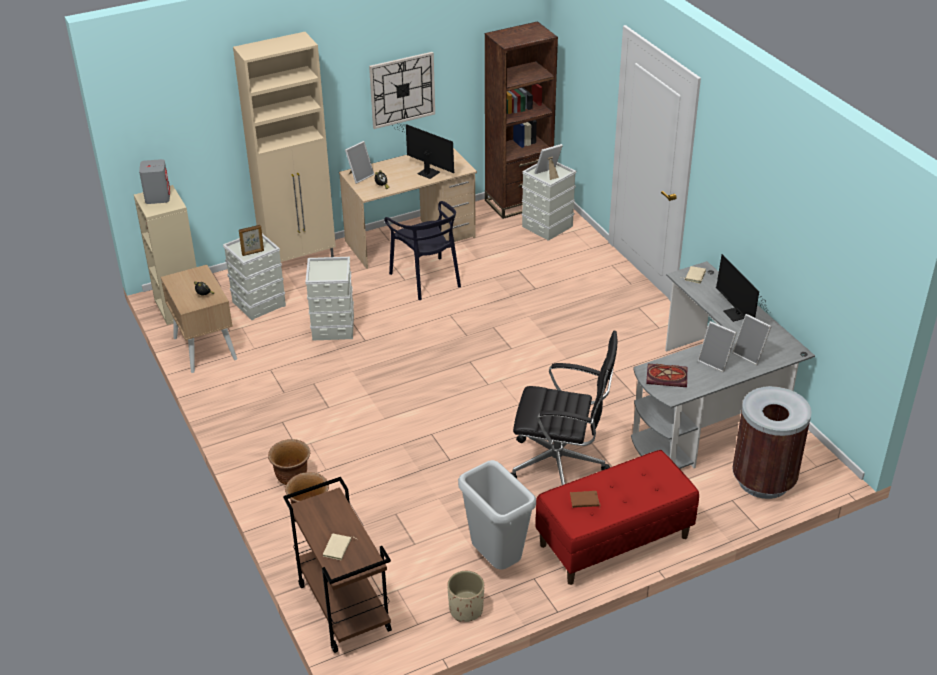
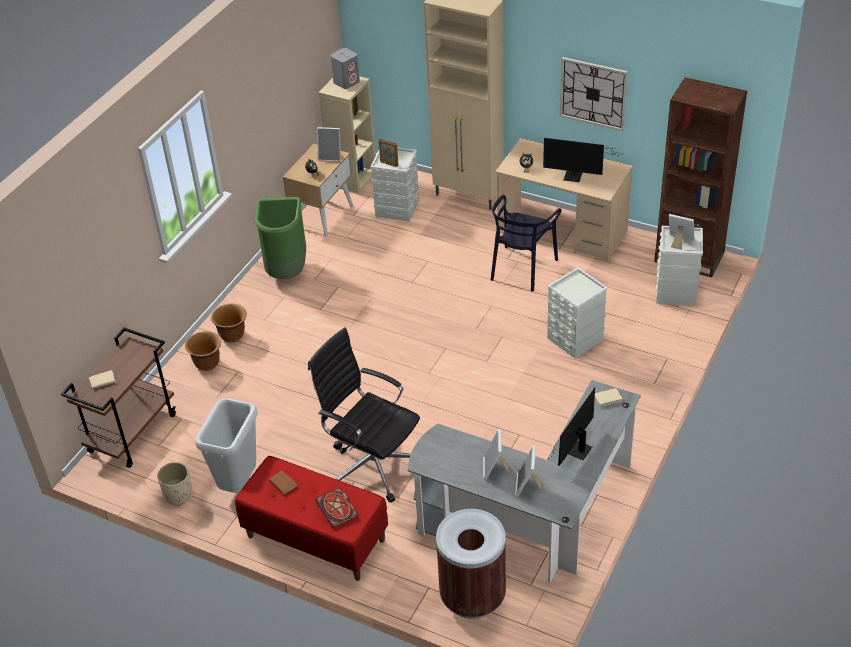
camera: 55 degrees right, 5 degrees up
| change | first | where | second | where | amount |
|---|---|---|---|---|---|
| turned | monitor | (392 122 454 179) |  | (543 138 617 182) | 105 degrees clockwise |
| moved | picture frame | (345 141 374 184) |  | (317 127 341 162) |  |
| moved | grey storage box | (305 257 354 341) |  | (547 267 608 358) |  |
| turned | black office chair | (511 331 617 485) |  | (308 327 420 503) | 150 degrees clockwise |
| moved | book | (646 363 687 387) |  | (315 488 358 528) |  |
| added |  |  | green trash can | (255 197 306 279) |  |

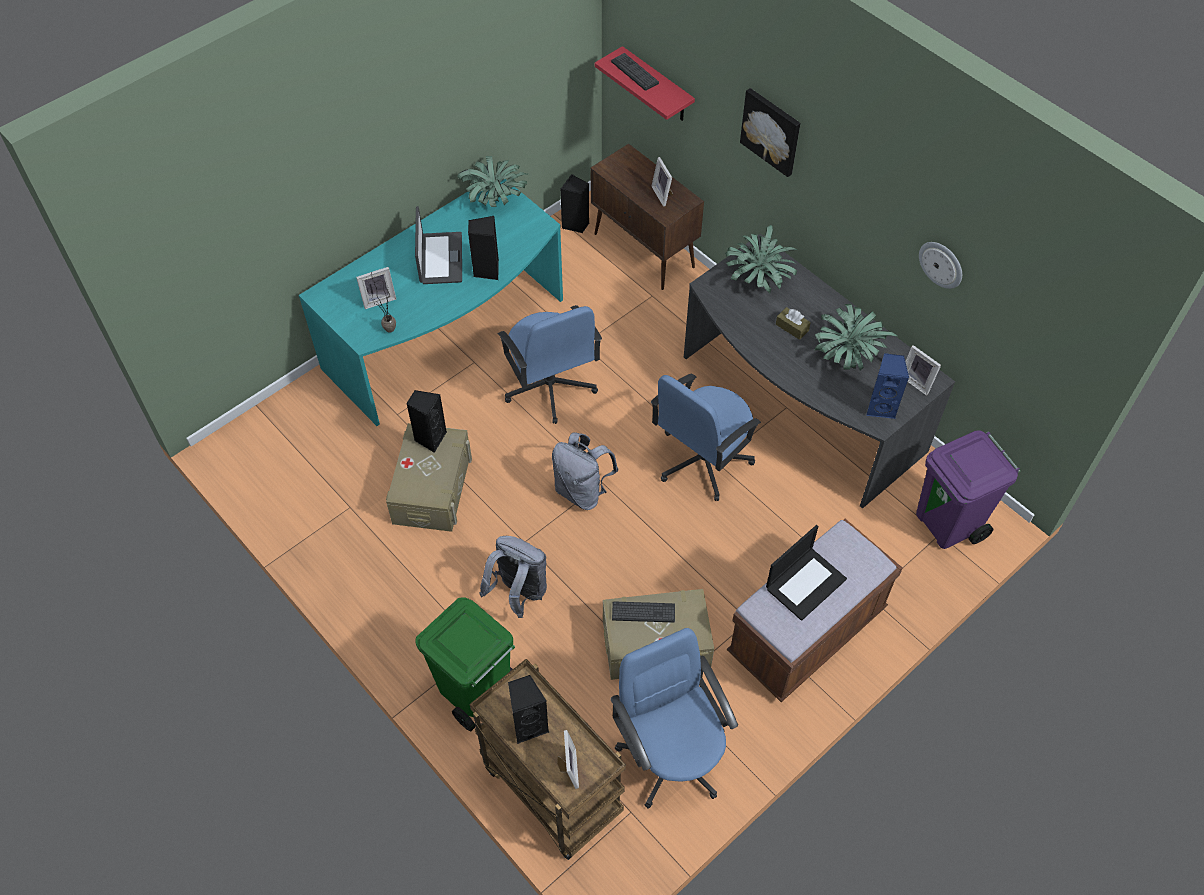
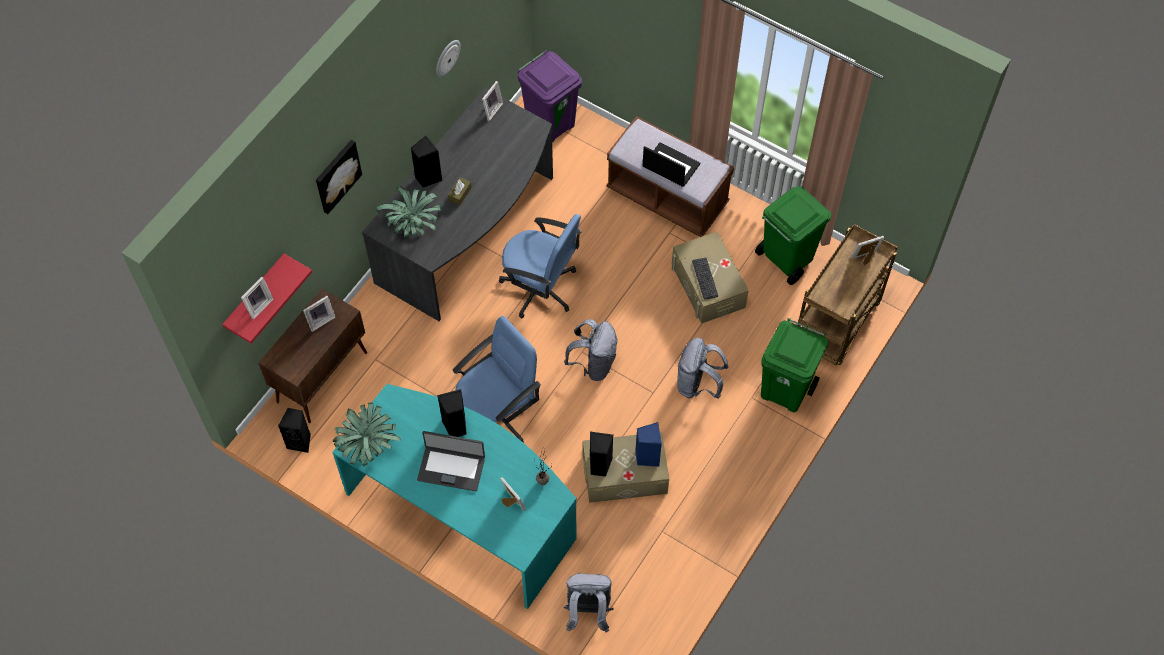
camera: 105 degrees left, 5 degrees up
| change | first | where | second | where | amount |
|---|---|---|---|---|---|
| replaced | keyboard | (611 53 659 91) | picture frame | (241 277 273 320) |  |
| turned | laptop | (415 206 462 284) |  | (417 431 485 491) | 150 degrees counterclockwise |
| removed | potted plant | (814 304 897 370) |  |  |  |
| moved | blue speaker | (866 353 909 419) |  | (635 422 662 467) |  |
| replaced | blue office chair | (610 628 738 809) | green trash can | (755 186 832 285) |  |
| moved | black speaker | (508 675 549 744) |  | (411 136 442 188) |  |
| added |  |  | grey backpack | (563 573 613 633) |  |

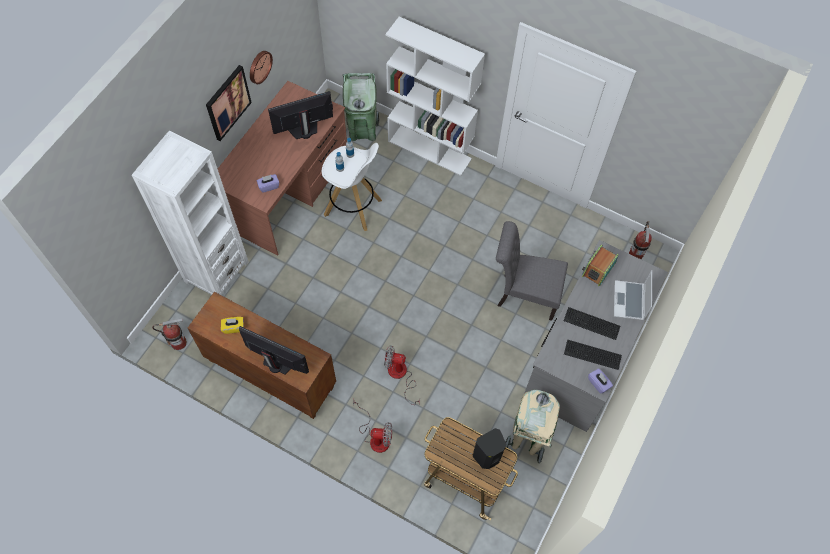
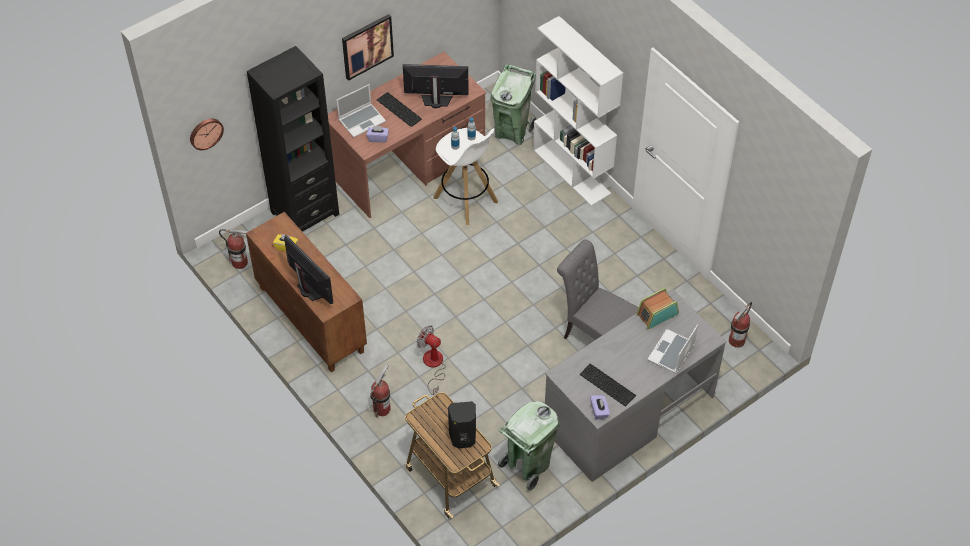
camera: 25 degrees right, 10 degrees down
| change | first | where | second | where | amount |
|---|---|---|---|---|---|
| moved | wall clock | (250 51 273 84) |  | (190 119 224 150) |  |
| recoloured | white bookcase | (132 130 249 295) | black bookcase | (247 46 339 232) |  |
| moved | keyboard | (564 307 620 340) |  | (377 92 422 127) |  |
| recoloured | beige trash can | (505 389 560 464) | green trash can | (498 401 560 491) |  |
| replaced | fan | (353 400 392 453) | fire extinguisher | (370 364 391 418) |  |
| added |  |  | laptop | (337 84 386 138) |  |

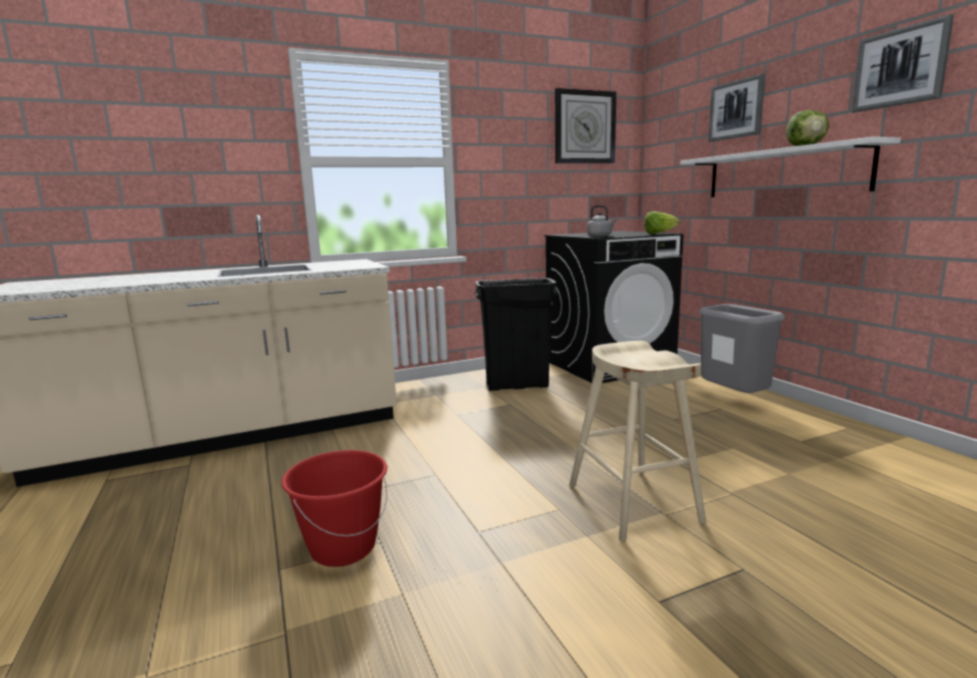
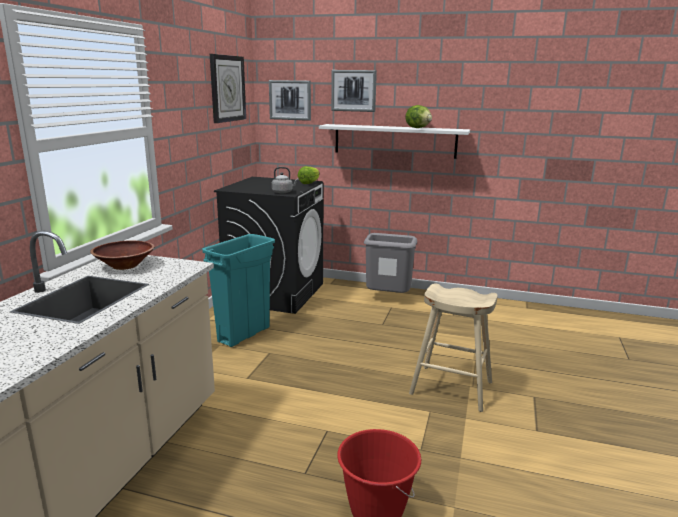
camera: 50 degrees left, 5 degrees up
| change | first | where | second | where | amount |
|---|---|---|---|---|---|
| moved | picture | (851 14 954 112) |  | (269 80 311 121) |  |
| recoloured | black trash can | (475 278 558 391) | turquoise trash can | (202 234 275 347) |  |
| added |  |  | brown bowl | (90 240 155 270) |  |

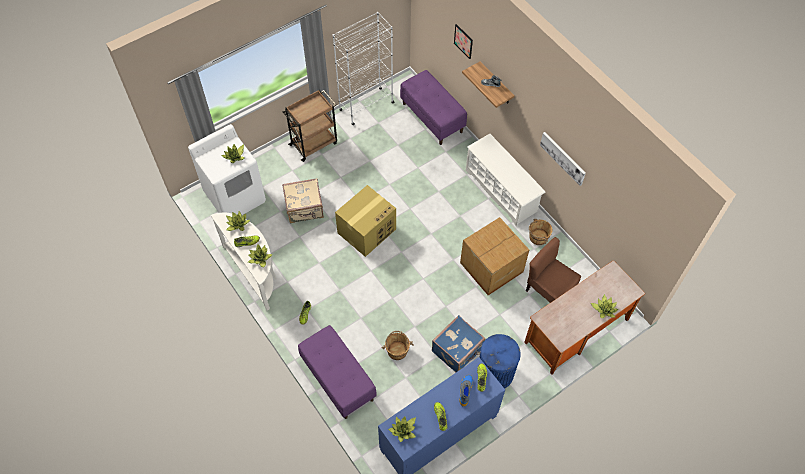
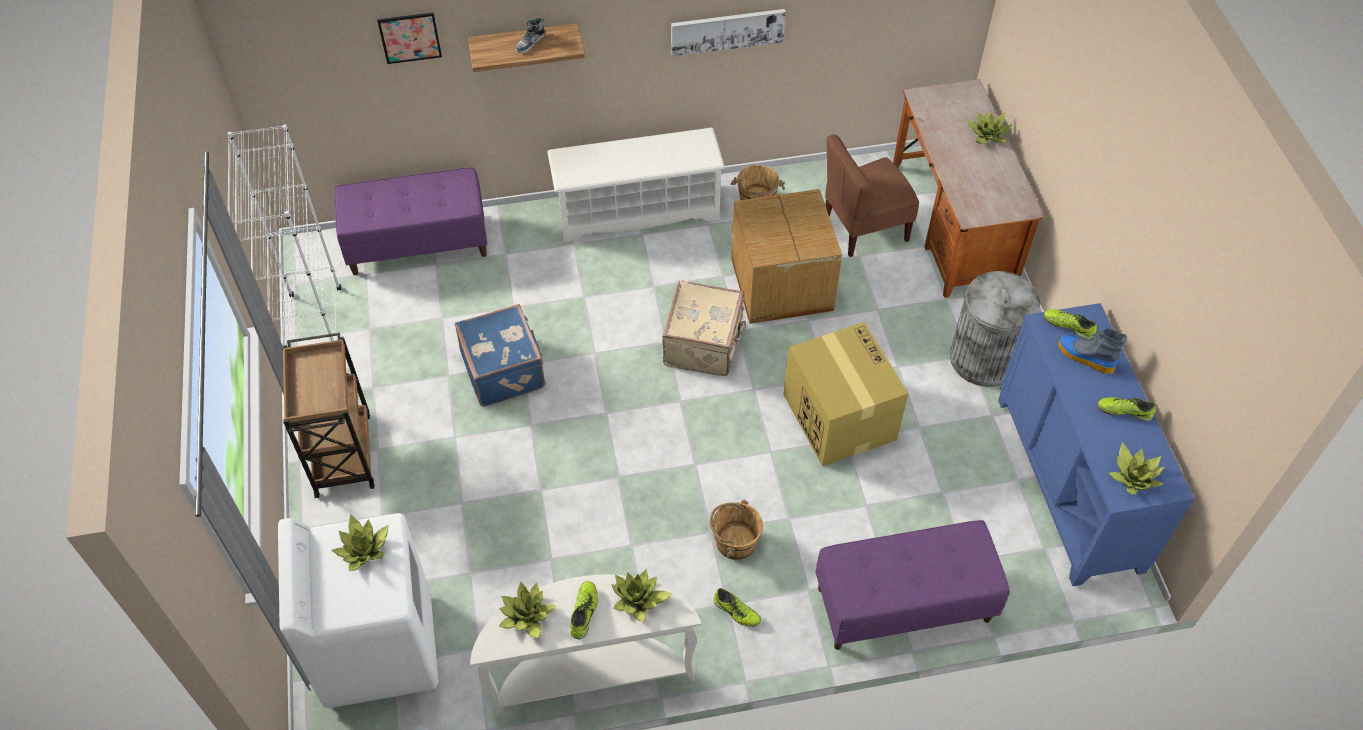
camera: 65 degrees left, 5 degrees down
| change | first | where | second | where | amount |
|---|---|---|---|---|---|
| moved | beige suitcase | (282 178 324 223) |  | (662 280 746 376) |  |
| moved | cardboard box | (335 185 396 257) |  | (783 322 908 466) |  |
| moved | blue suitcase | (432 315 485 372) |  | (455 304 545 407) |  |
| moved | brown bucket | (382 331 413 360) |  | (710 500 763 560) |  |
| recoloured | blue trash can | (479 334 521 389) | grey trash can | (950 271 1040 387) |  |

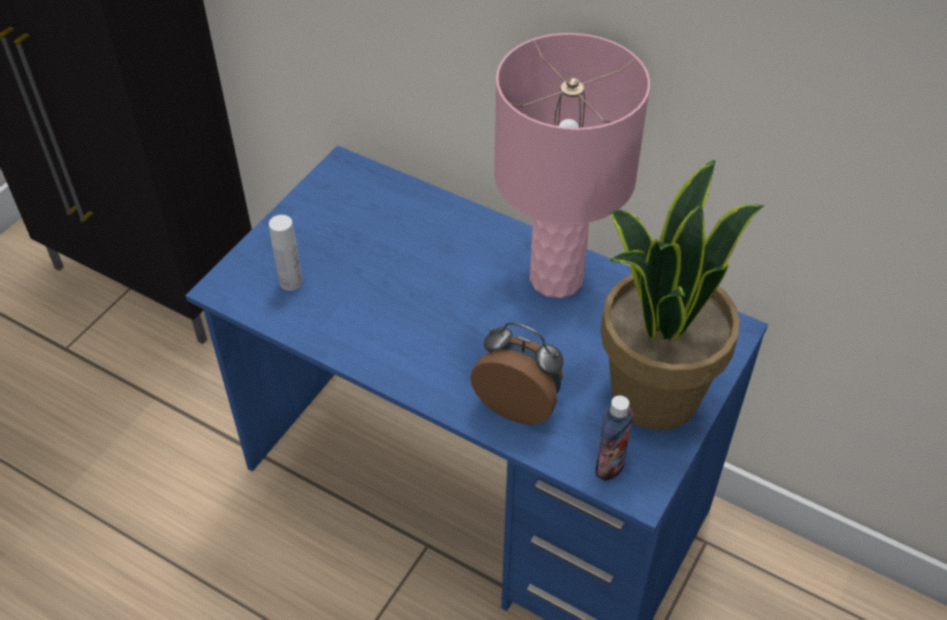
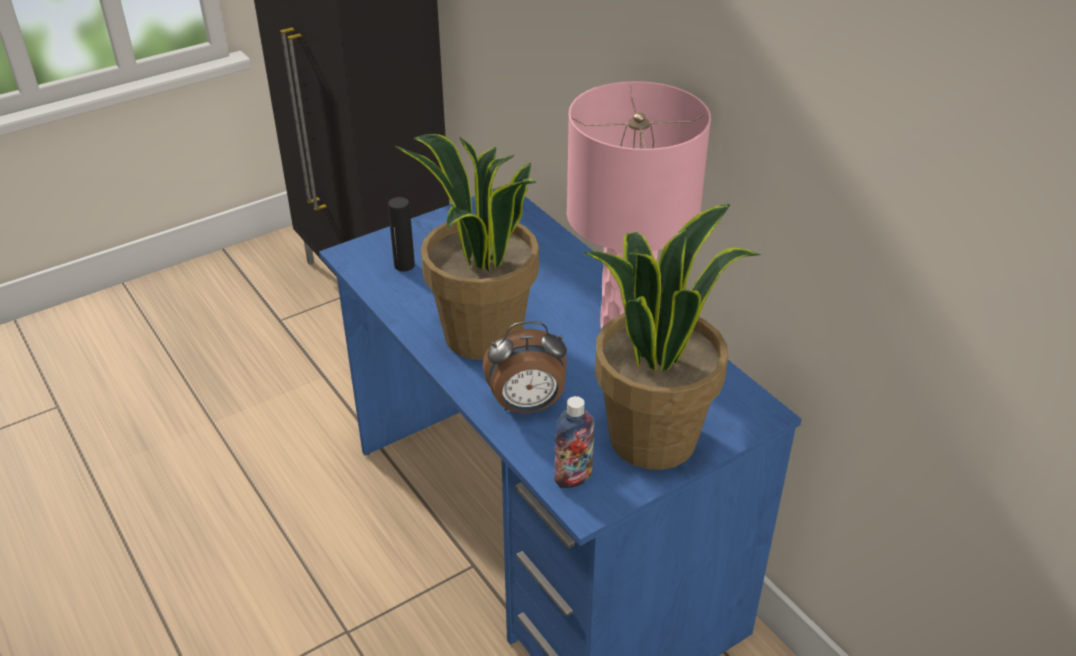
camera: 25 degrees right, 10 degrees down
| change | first | where | second | where | amount |
|---|---|---|---|---|---|
| recoloured | white bottle | (269 215 303 291) | black bottle | (388 197 415 271) |  |
| turned | alarm clock | (470 322 564 425) |  | (483 321 567 413) | 120 degrees clockwise |
| added |  |  | potted plant | (395 134 539 360) |  |

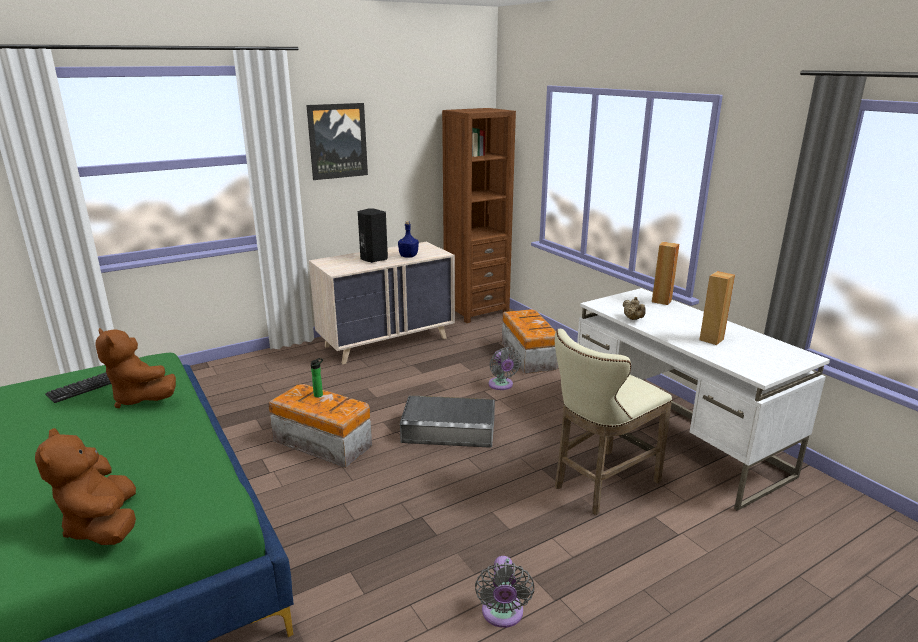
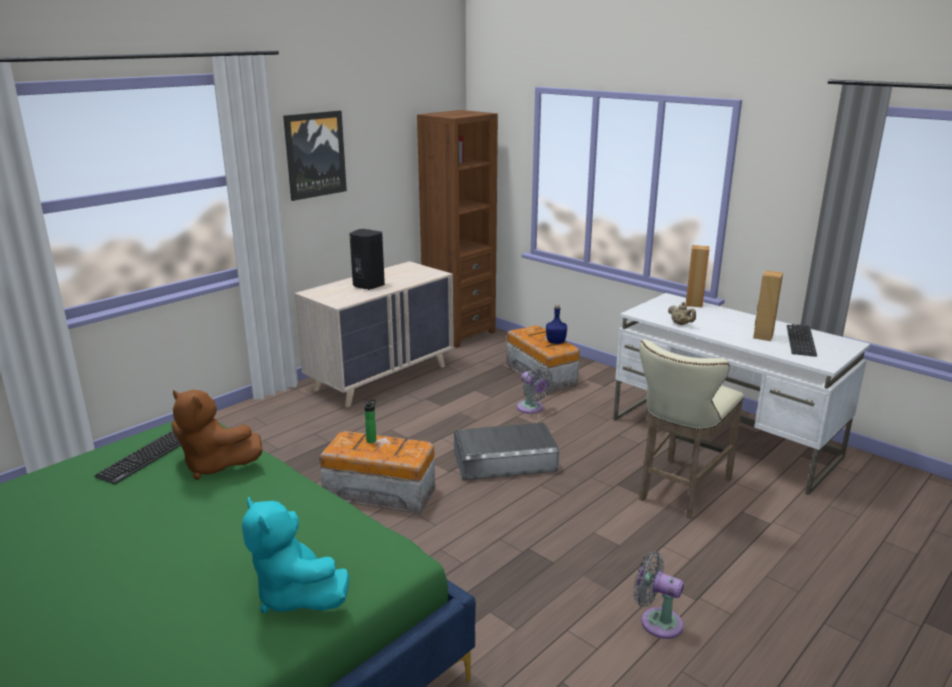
camera: 15 degrees left, 0 degrees up
| change | first | where | second | where | amount |
|---|---|---|---|---|---|
| moved | blue bottle | (398 221 419 258) |  | (546 305 567 344) |  |
| recoloured | brown plush toy | (35 428 136 545) | turquoise plush toy | (242 496 349 613) |  |
| turned | grey fan | (475 556 534 628) |  | (633 551 684 639) | 135 degrees clockwise |
| added |  |  | keyboard | (787 324 817 357) |  |

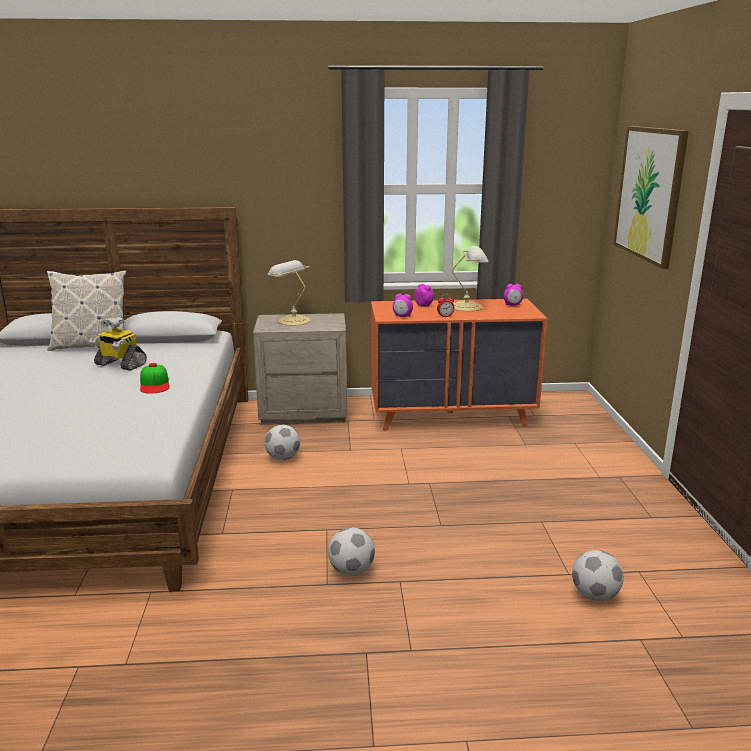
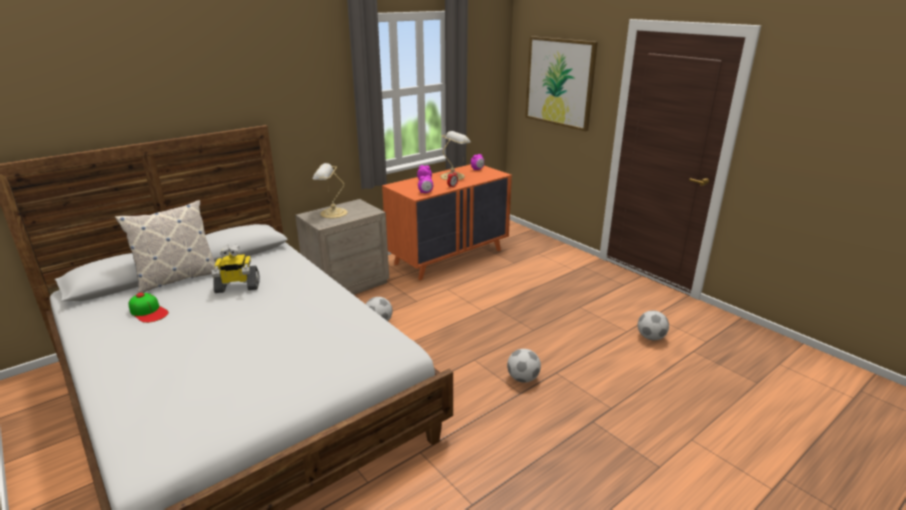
camera: 35 degrees left, 5 degrees up
| change | first | where | second | where | amount |
|---|---|---|---|---|---|
| moved | cap | (140 363 170 394) |  | (129 293 169 323) |  |

